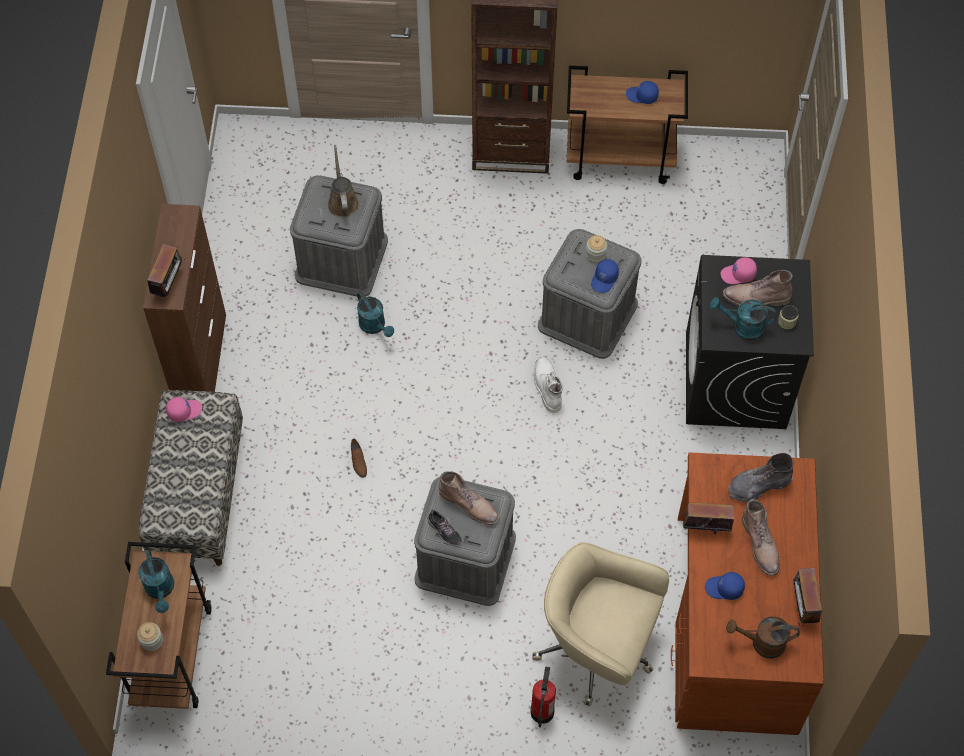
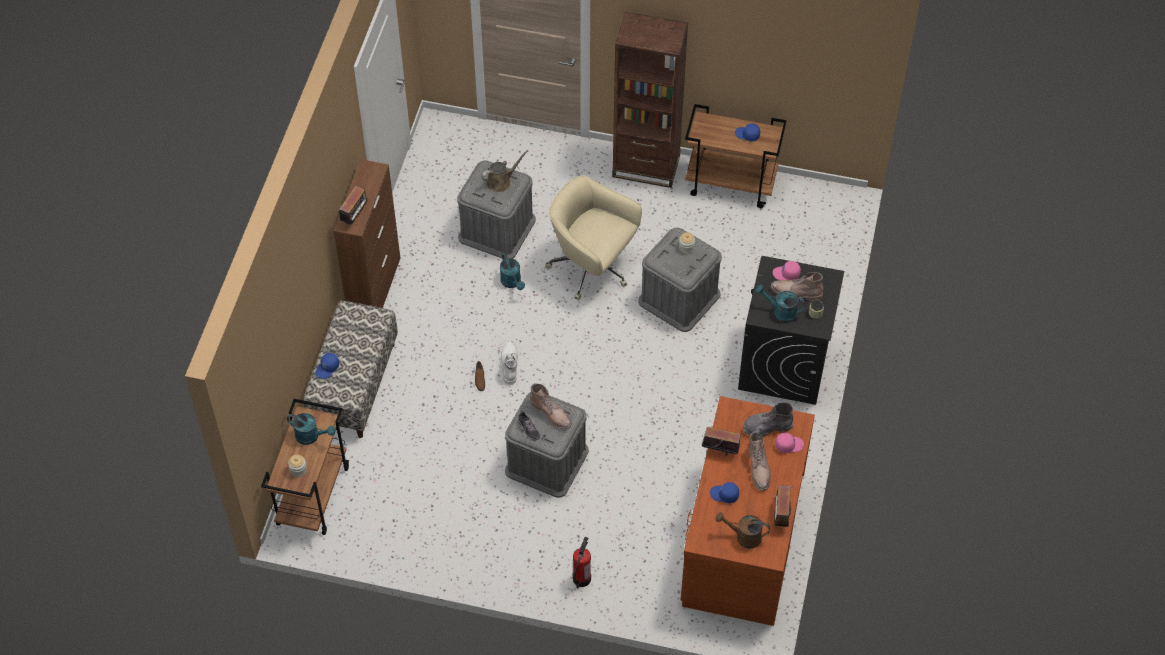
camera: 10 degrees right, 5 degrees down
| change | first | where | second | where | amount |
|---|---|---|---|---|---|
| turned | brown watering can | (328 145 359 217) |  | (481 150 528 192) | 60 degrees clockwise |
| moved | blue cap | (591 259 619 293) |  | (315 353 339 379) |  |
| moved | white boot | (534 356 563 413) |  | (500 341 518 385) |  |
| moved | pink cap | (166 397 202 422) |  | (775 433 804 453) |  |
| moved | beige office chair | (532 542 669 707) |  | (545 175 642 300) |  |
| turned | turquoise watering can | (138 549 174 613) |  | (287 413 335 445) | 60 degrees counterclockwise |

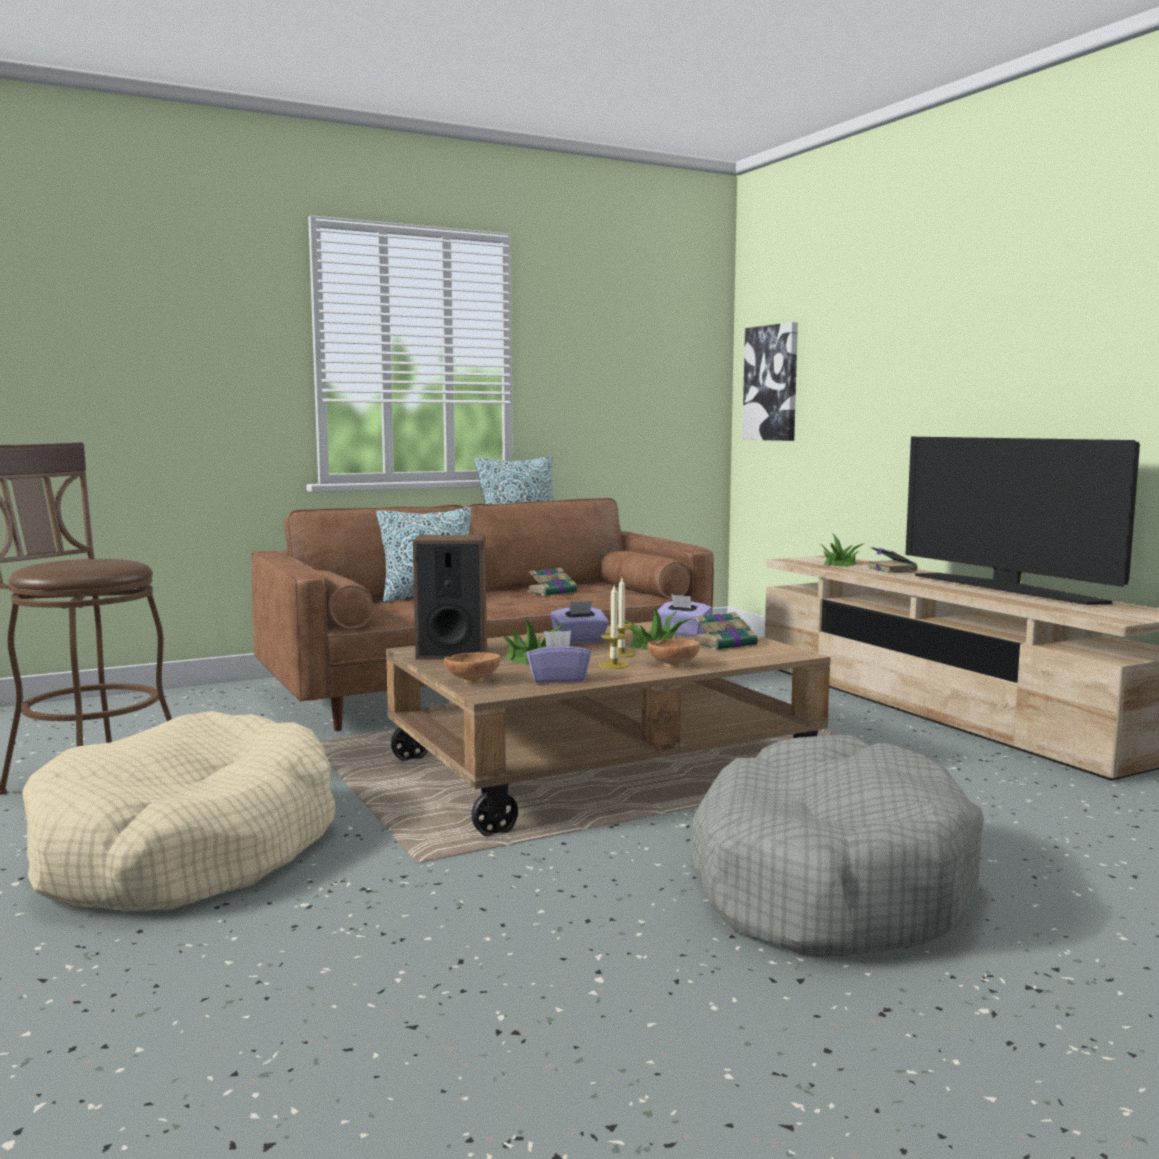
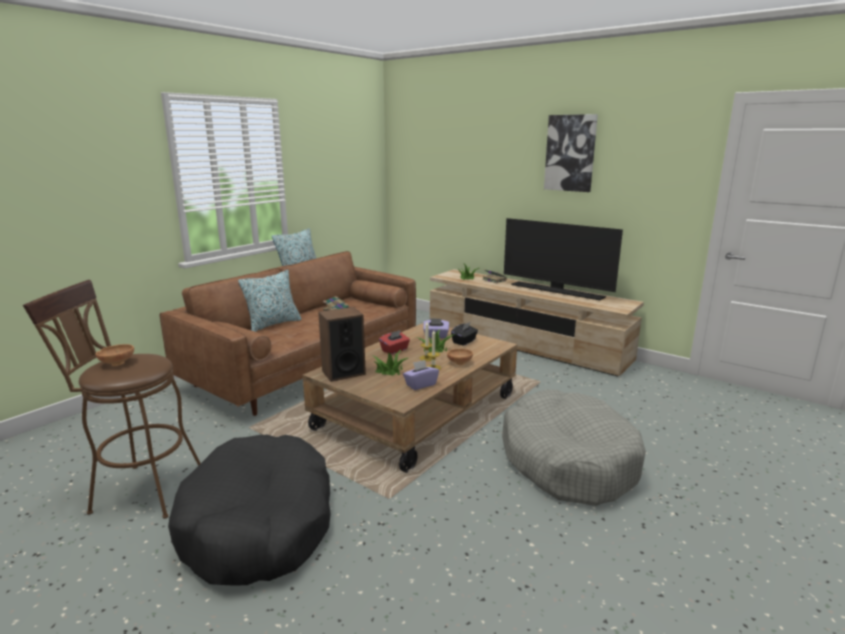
camera: 25 degrees left, 10 degrees up
| change | first | where | second | where | amount |
|---|---|---|---|---|---|
| moved | picture | (742 322 798 441) |  | (544 114 598 192) |  |
| recoloured | purple tissue box | (550 601 609 644) | red tissue box | (379 330 410 354) |  |
| replaced | book | (695 612 759 650) | black tissue box | (451 322 478 346) |  |
| moved | brown bowl | (444 652 501 683) |  | (95 344 134 366) |  |
| recoloured | beige dog bed | (23 711 335 911) | black dog bed | (168 435 331 585) |  |

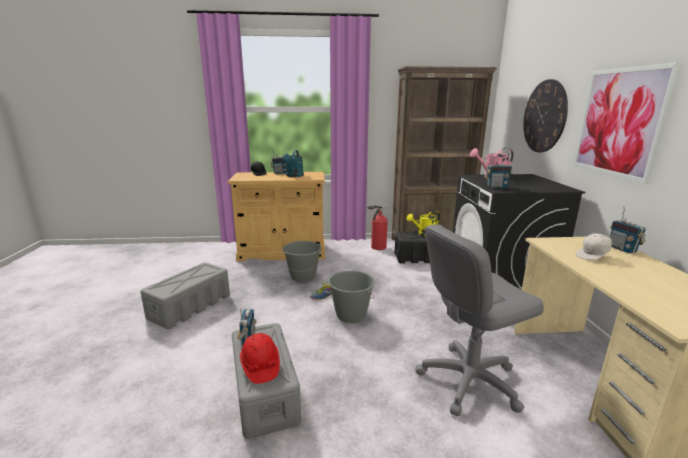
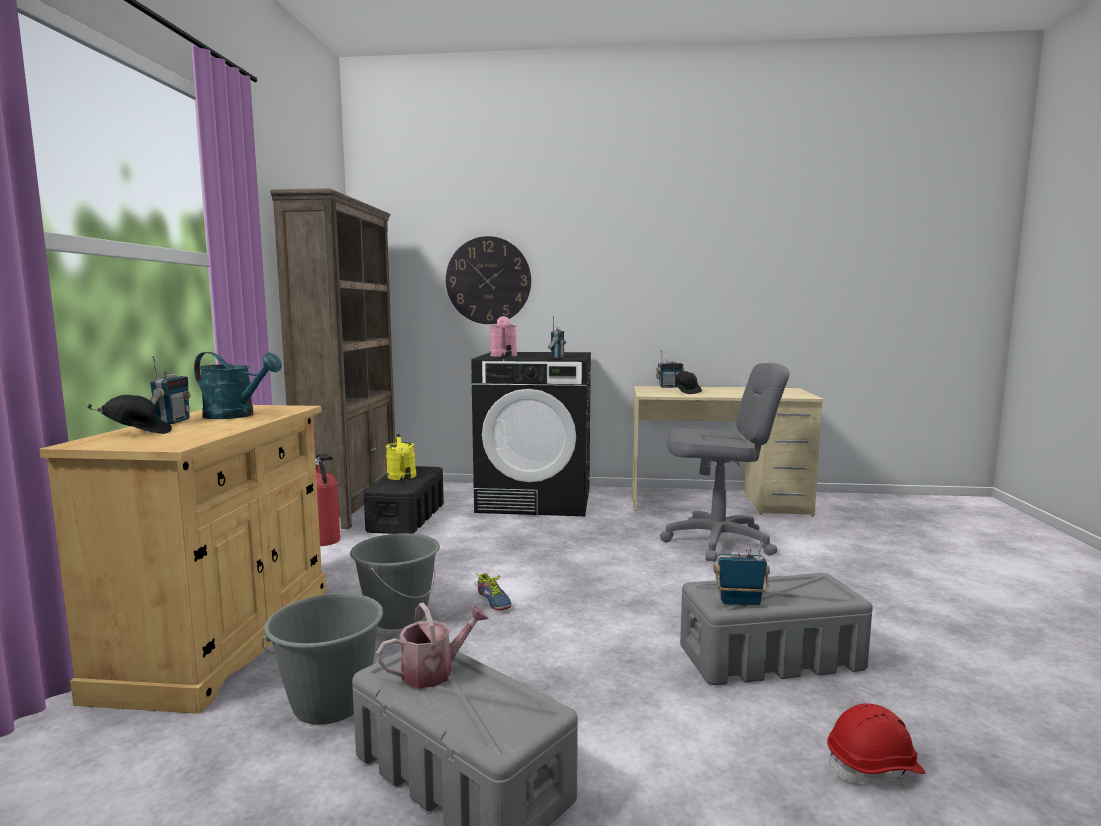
camera: 80 degrees left, 10 degrees down
| change | first | where | second | where | amount |
|---|---|---|---|---|---|
| removed | picture | (573 62 682 184) |  |  |  |
| turned | grey office chair | (416 224 544 416) |  | (660 363 789 562) | 75 degrees counterclockwise |
| recoloured | white cap | (576 234 612 260) | black cap | (675 371 702 394) |  |
| moved | grey bucket | (328 271 375 323) |  | (262 593 383 725) |  |
| moved | red hard hat | (239 333 280 384) |  | (827 703 926 782) |  |
| added |  |  | watering can | (376 603 488 688) |  |

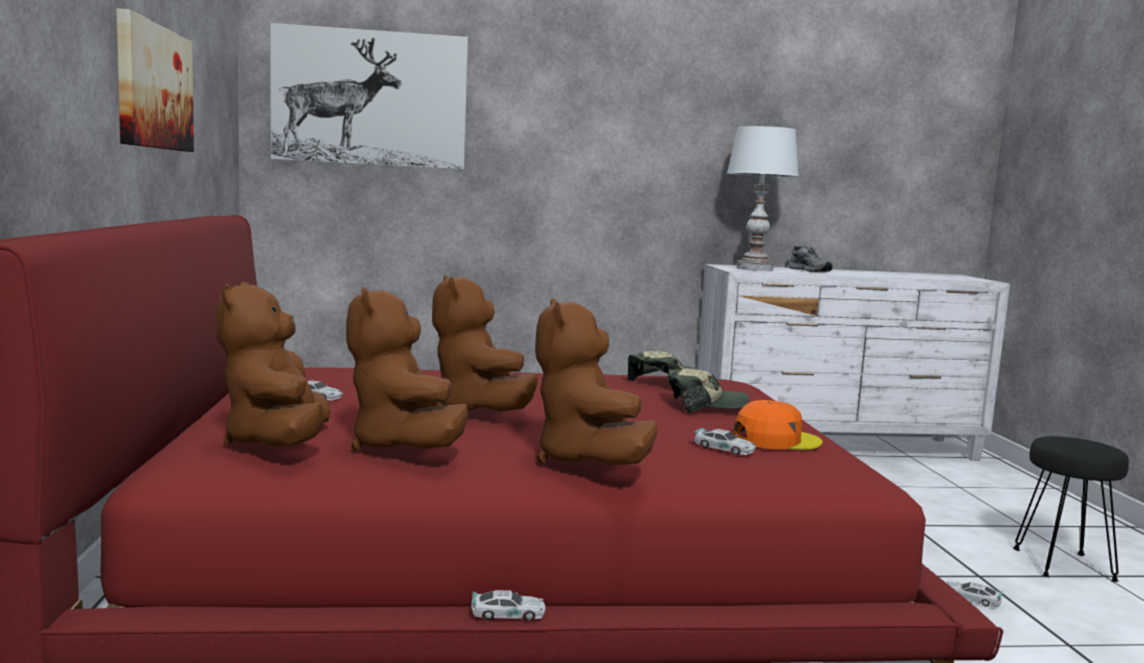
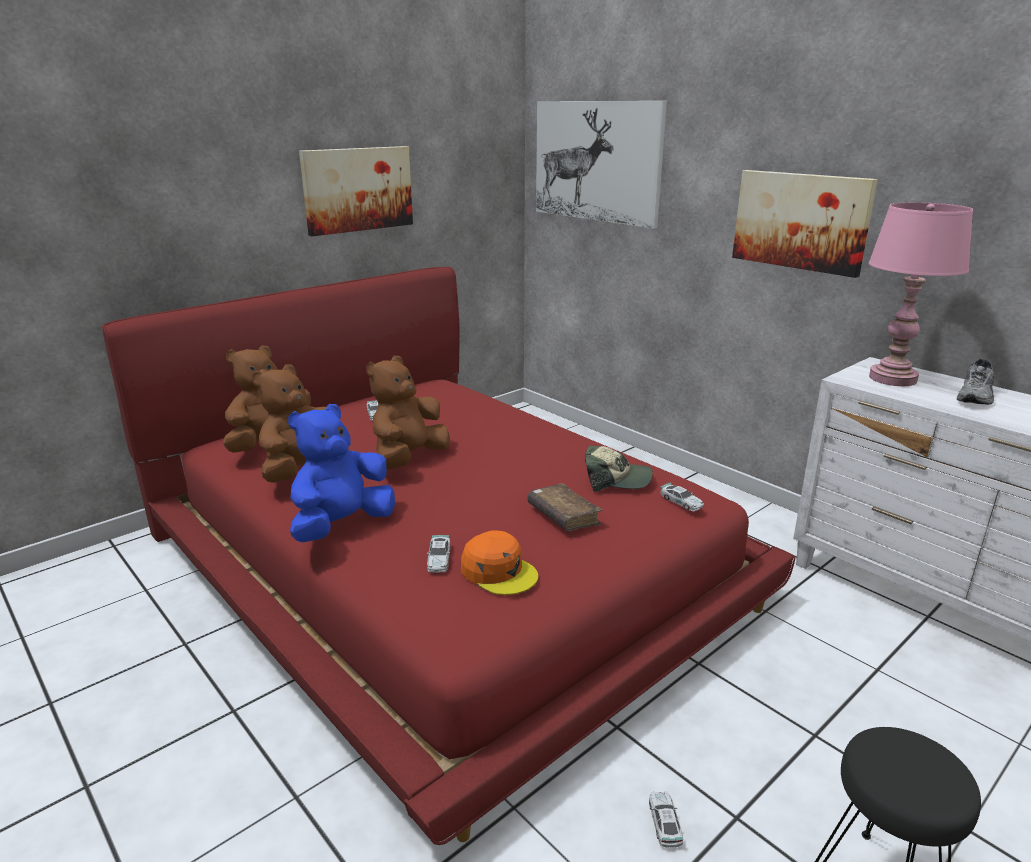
camera: 55 degrees right, 15 degrees up
| change | first | where | second | where | amount |
|---|---|---|---|---|---|
| recoloured | white table lamp | (727 126 799 271) | pink table lamp | (868 202 973 386) |  |
| recoloured | brown plush toy | (535 298 657 466) | blue plush toy | (288 404 395 542) |  |
| replaced | cap | (668 369 749 413) | brown book | (527 483 603 531) |  |
| moved | toy car | (471 590 545 621) |  | (660 483 704 511) |  |
| added |  |  | picture | (732 170 878 278) |  |

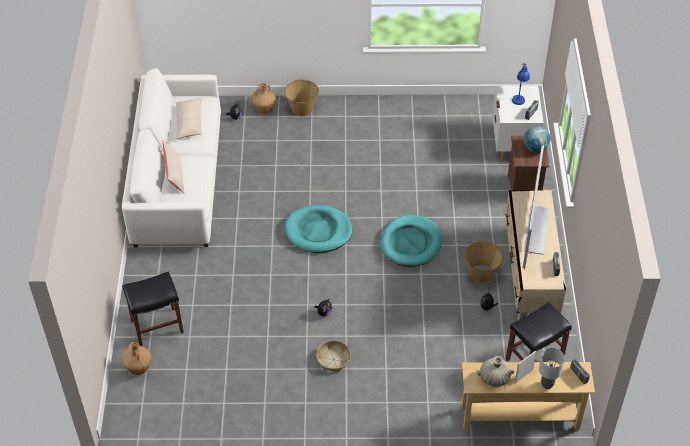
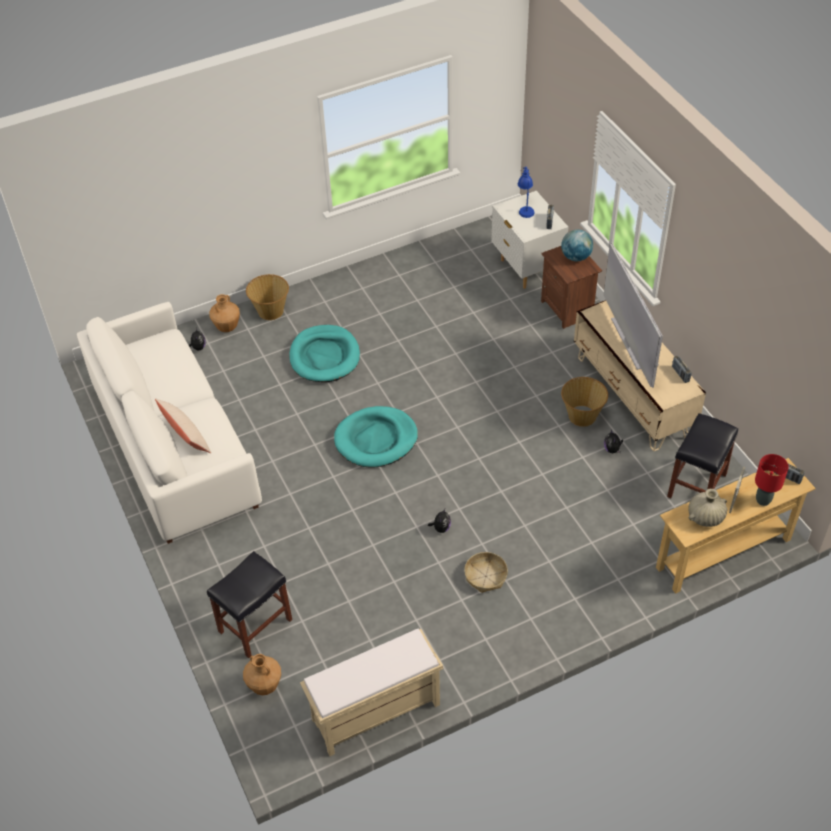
camera: 25 degrees left, 0 degrees up
| change | first | where | second | where | amount |
|---|---|---|---|---|---|
| removed | beige pillow | (176 98 202 139) |  |  |  |
| moved | turquoise dog bed | (380 215 442 267) |  | (289 325 360 382) |  |
| recoloured | grey table lamp | (539 348 565 389) | red table lamp | (755 454 789 506) |  |
| added |  |  | beige bench | (300 629 444 756) |  |

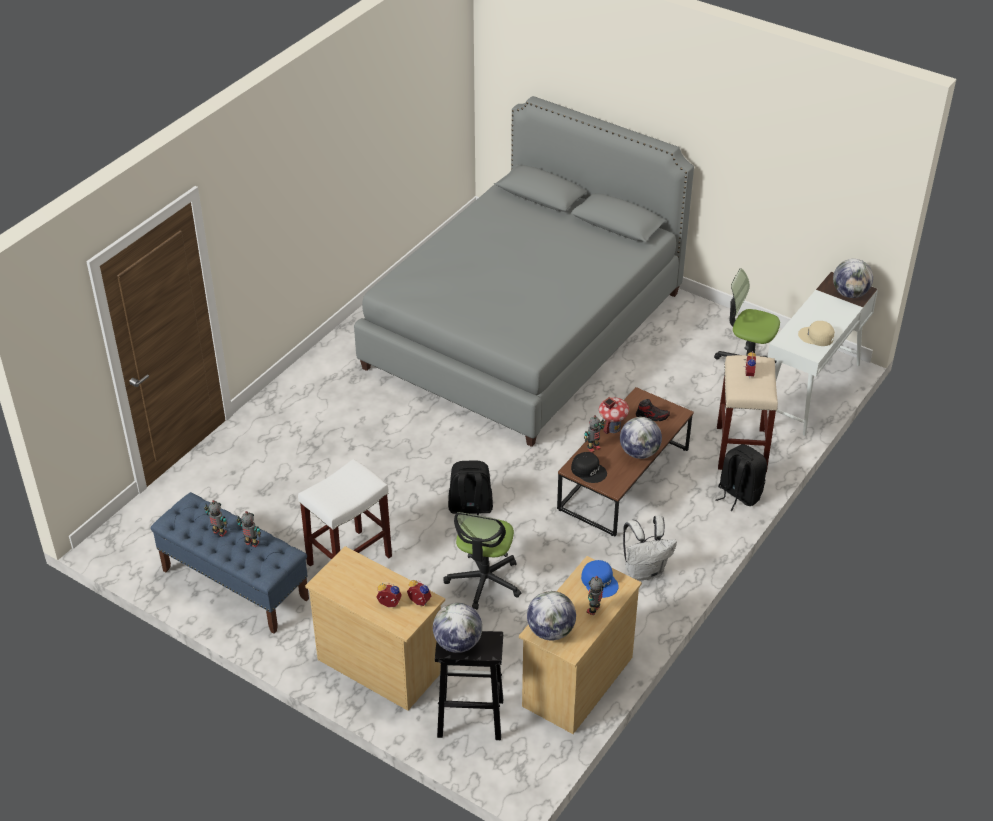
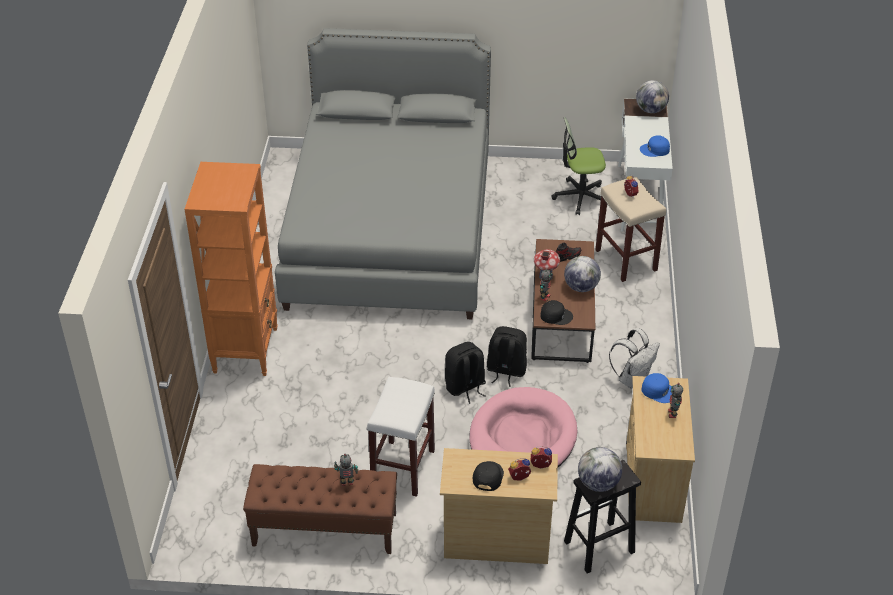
camera: 30 degrees left, 0 degrees up
| change | first | where | second | where | amount |
|---|---|---|---|---|---|
| recoloured | beige cap | (798 321 835 346) | blue cap | (640 135 670 157) |  |
| moved | black backpack | (715 444 767 511) |  | (487 326 527 387) |  |
| recoloured | blue bench | (150 492 309 634) | brown bench | (243 464 397 554) |  |
| removed | toy robot | (204 500 227 537) |  |  |  |
| replaced | office chair | (443 512 521 610) | pink dog bed | (469 387 577 467) |  |
| removed | globe | (527 591 576 641) |  |  |  |
| added |  |  | orange bookcase | (184 162 278 376) |  |
| added |  |  | black cap | (473 461 504 491) |  |

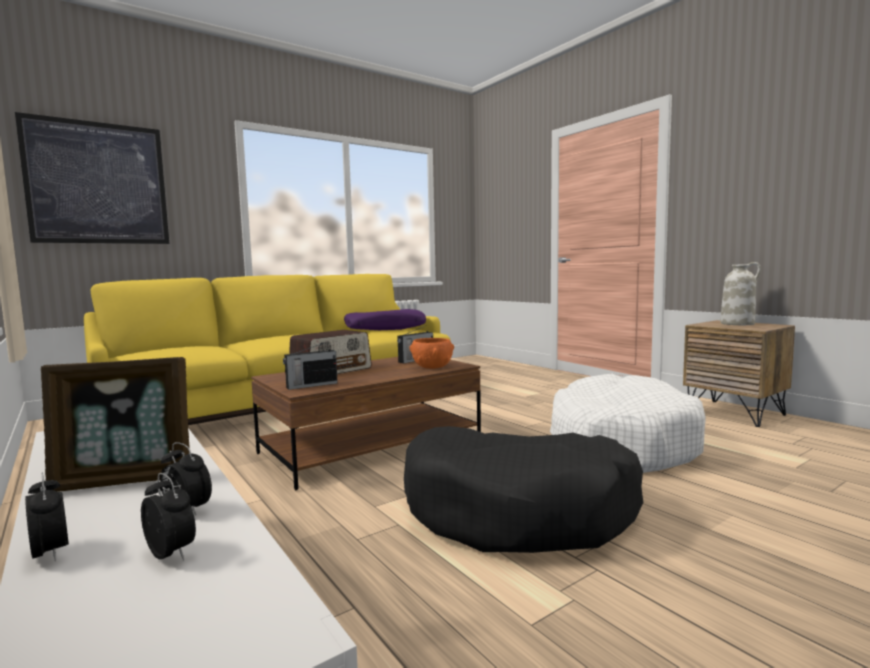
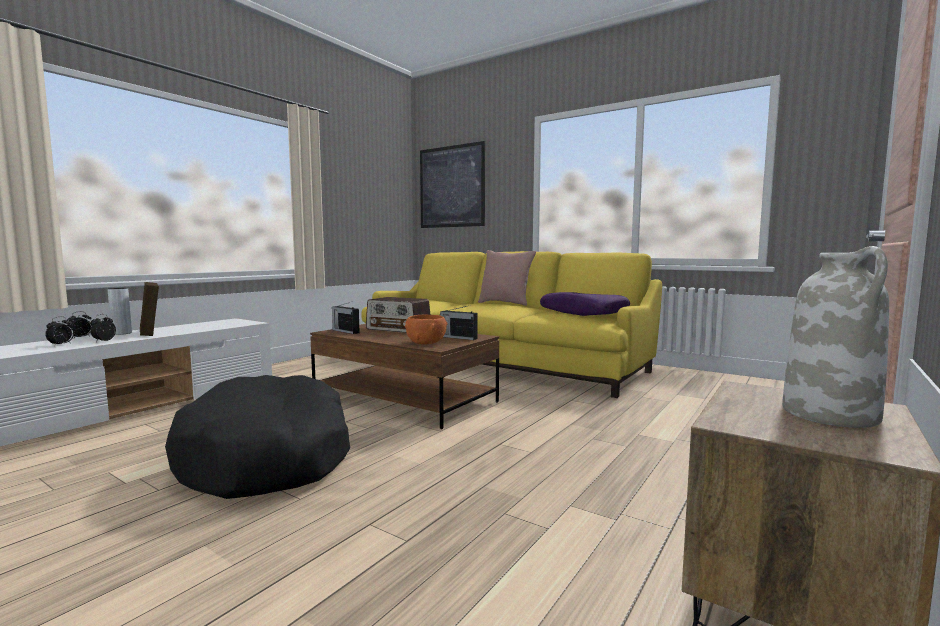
camera: 70 degrees right, 0 degrees up
| change | first | where | second | where | amount |
|---|---|---|---|---|---|
| removed | white dog bed | (550 374 706 473) |  |  |  |
| added |  |  | pink pillow | (478 250 536 306) |  |
| added |  |  | grey vase | (107 288 132 335) |  |

